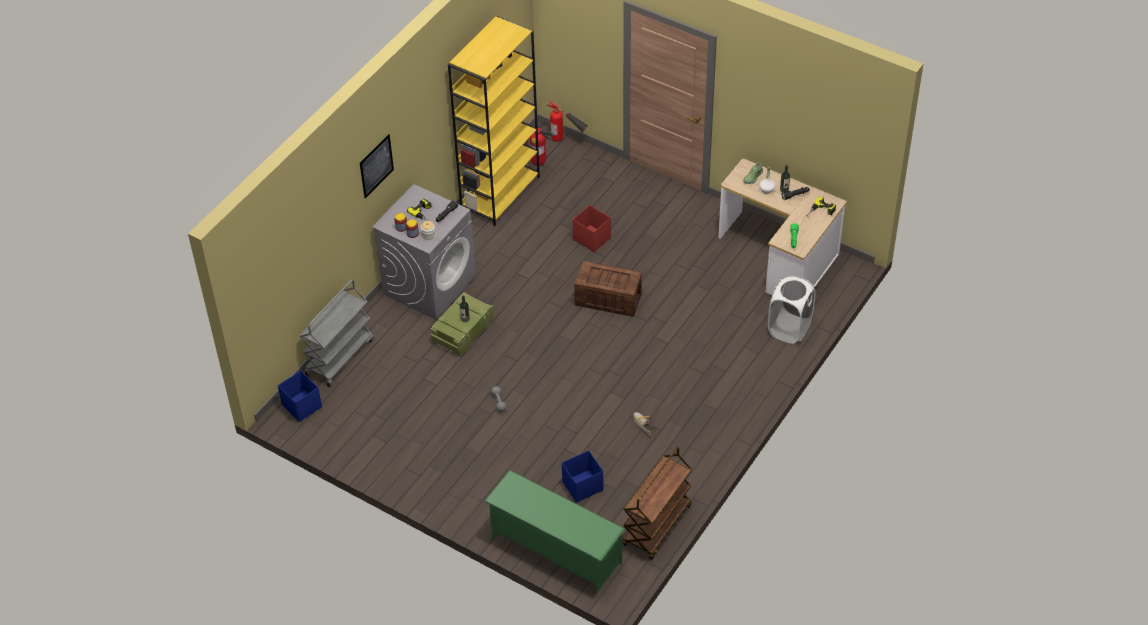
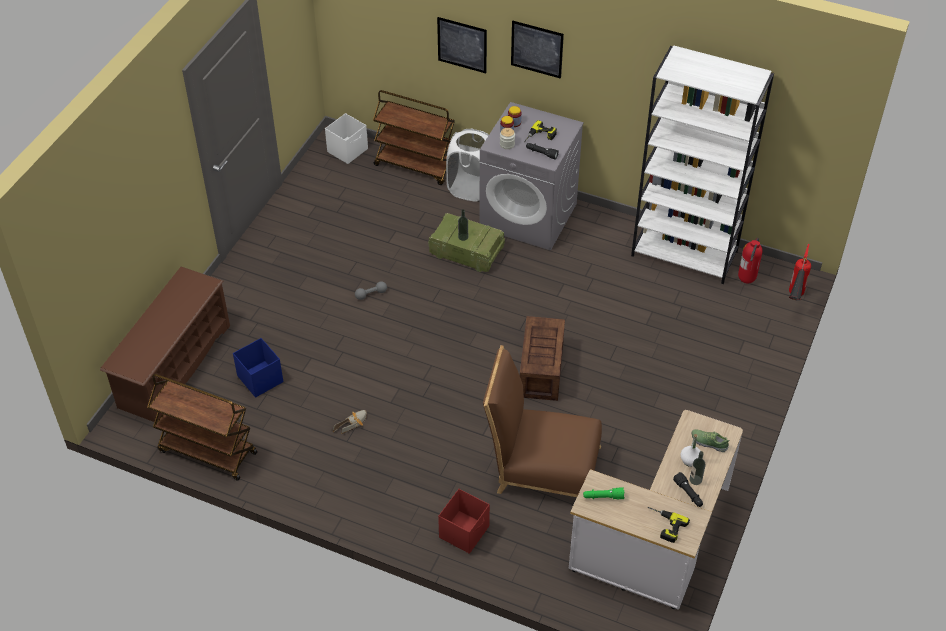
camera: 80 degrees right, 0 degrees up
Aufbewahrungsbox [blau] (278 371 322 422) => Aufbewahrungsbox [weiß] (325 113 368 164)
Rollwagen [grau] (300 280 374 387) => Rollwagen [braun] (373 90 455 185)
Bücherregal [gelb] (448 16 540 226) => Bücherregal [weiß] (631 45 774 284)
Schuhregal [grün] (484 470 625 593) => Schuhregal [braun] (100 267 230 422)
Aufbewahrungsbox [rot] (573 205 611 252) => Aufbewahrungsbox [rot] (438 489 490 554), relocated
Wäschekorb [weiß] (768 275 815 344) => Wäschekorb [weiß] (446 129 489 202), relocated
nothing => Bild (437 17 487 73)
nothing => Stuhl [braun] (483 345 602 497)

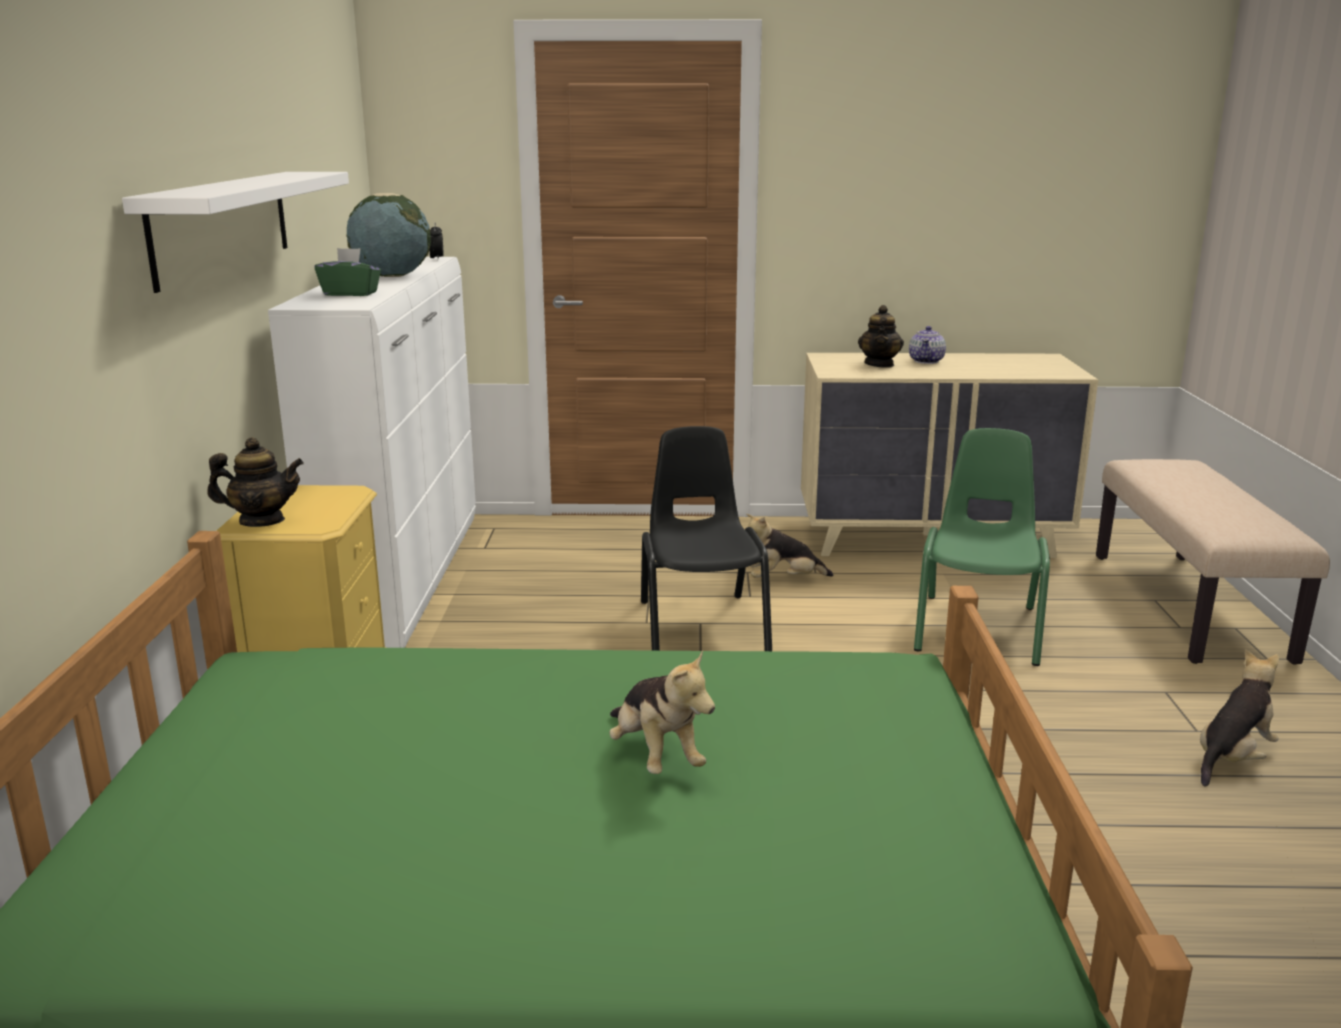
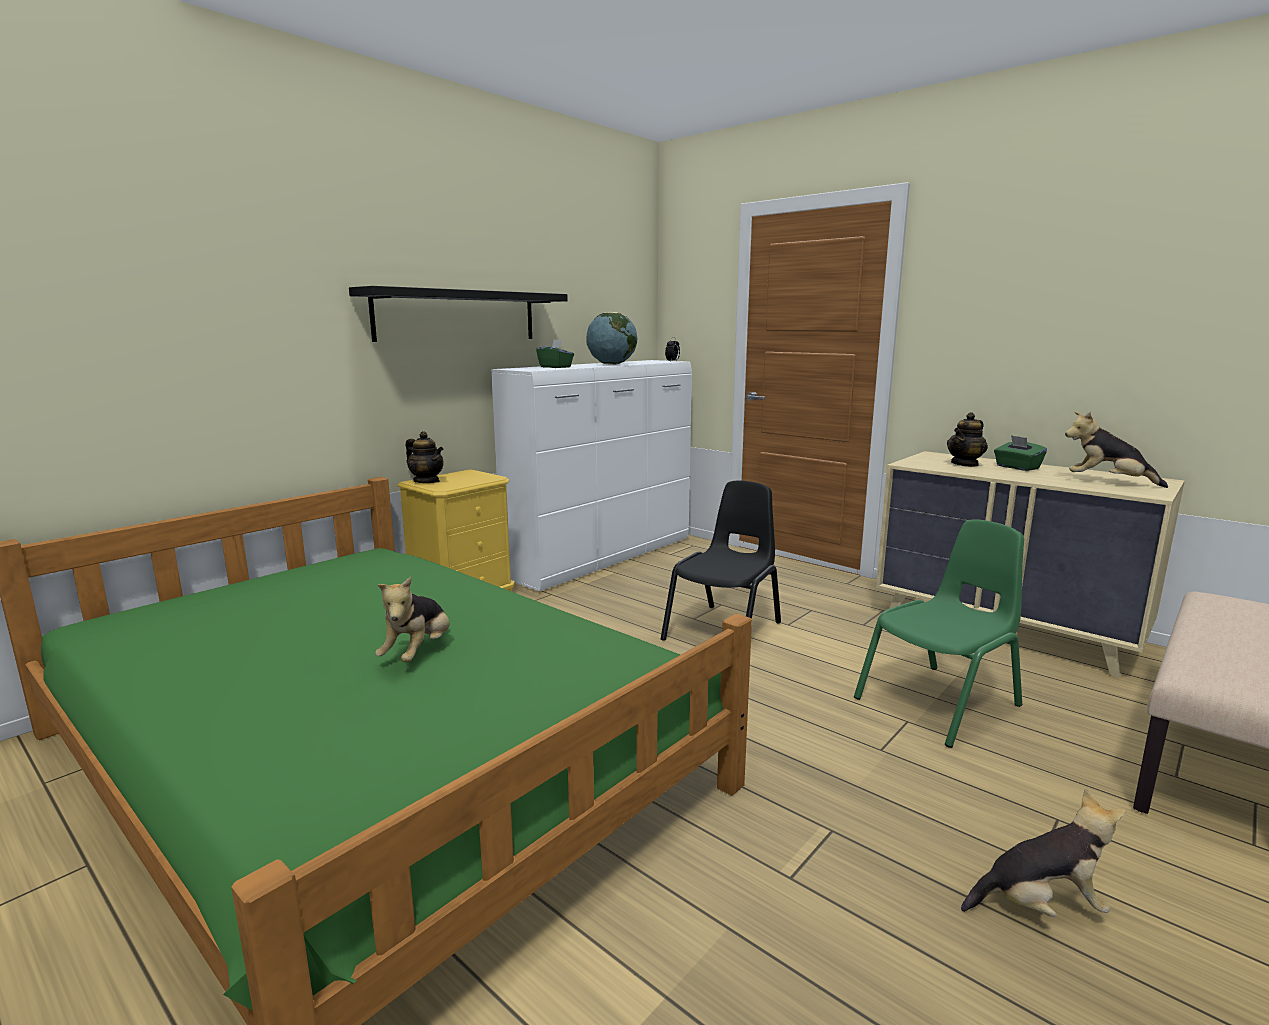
camera: 40 degrees right, 5 degrees down
Wandregal [weiß] (122 172 349 293) => Wandregal [schwarz] (349 286 568 342)
Plüschtier (746 514 833 578) => Plüschtier (1065 412 1168 488), relocated
Teekanne (909 326 946 364) => Taschentuchbox [grün] (994 435 1047 471)

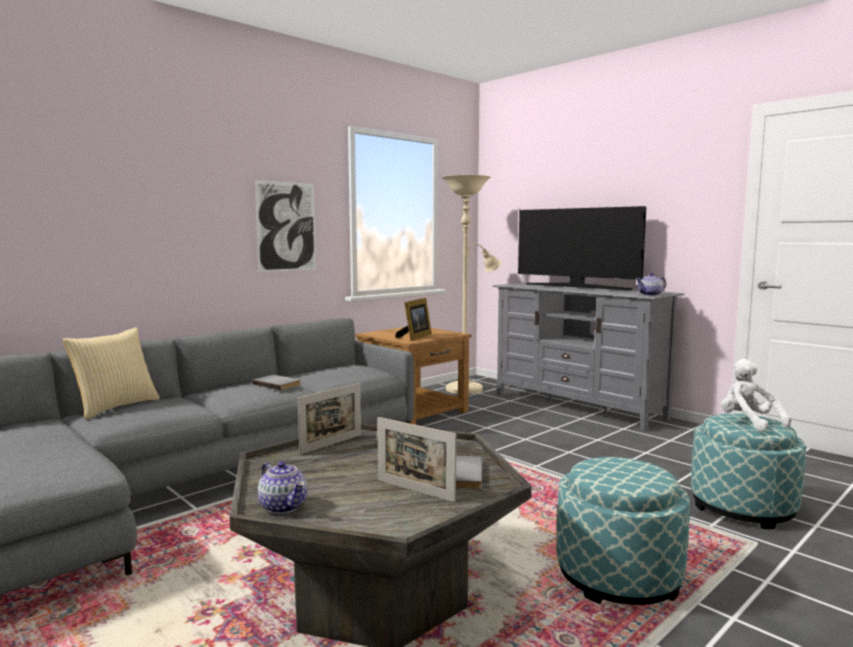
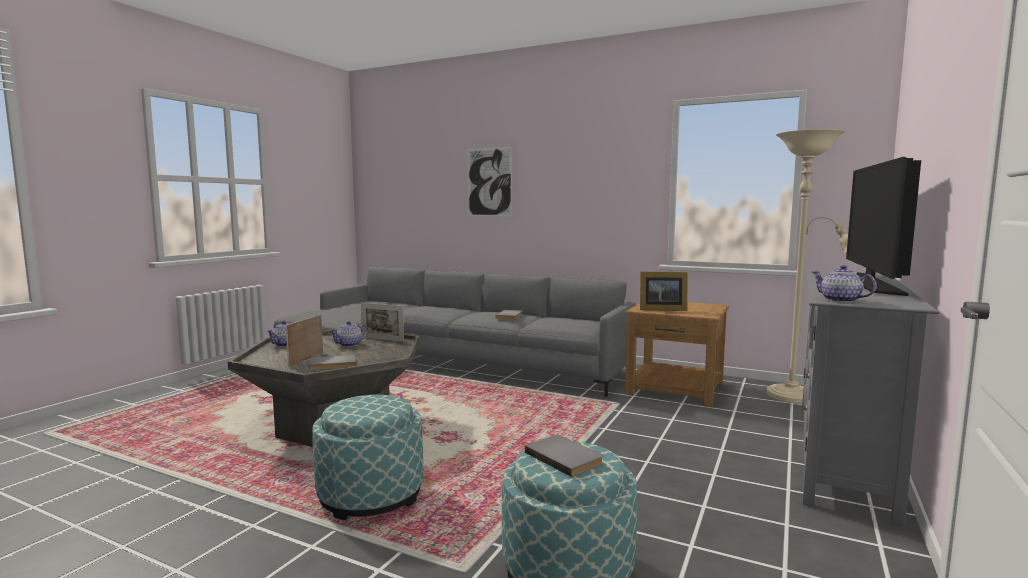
camera: 70 degrees right, 0 degrees up
Kissen (62 327 160 419) => nothing
Bild (255 180 316 272) => Bild (467 147 512 216), relocated
Plüschtier [weiß] (721 359 791 431) => Buch [grau] (525 435 604 477)
nothing => Teekanne (329 321 368 347)

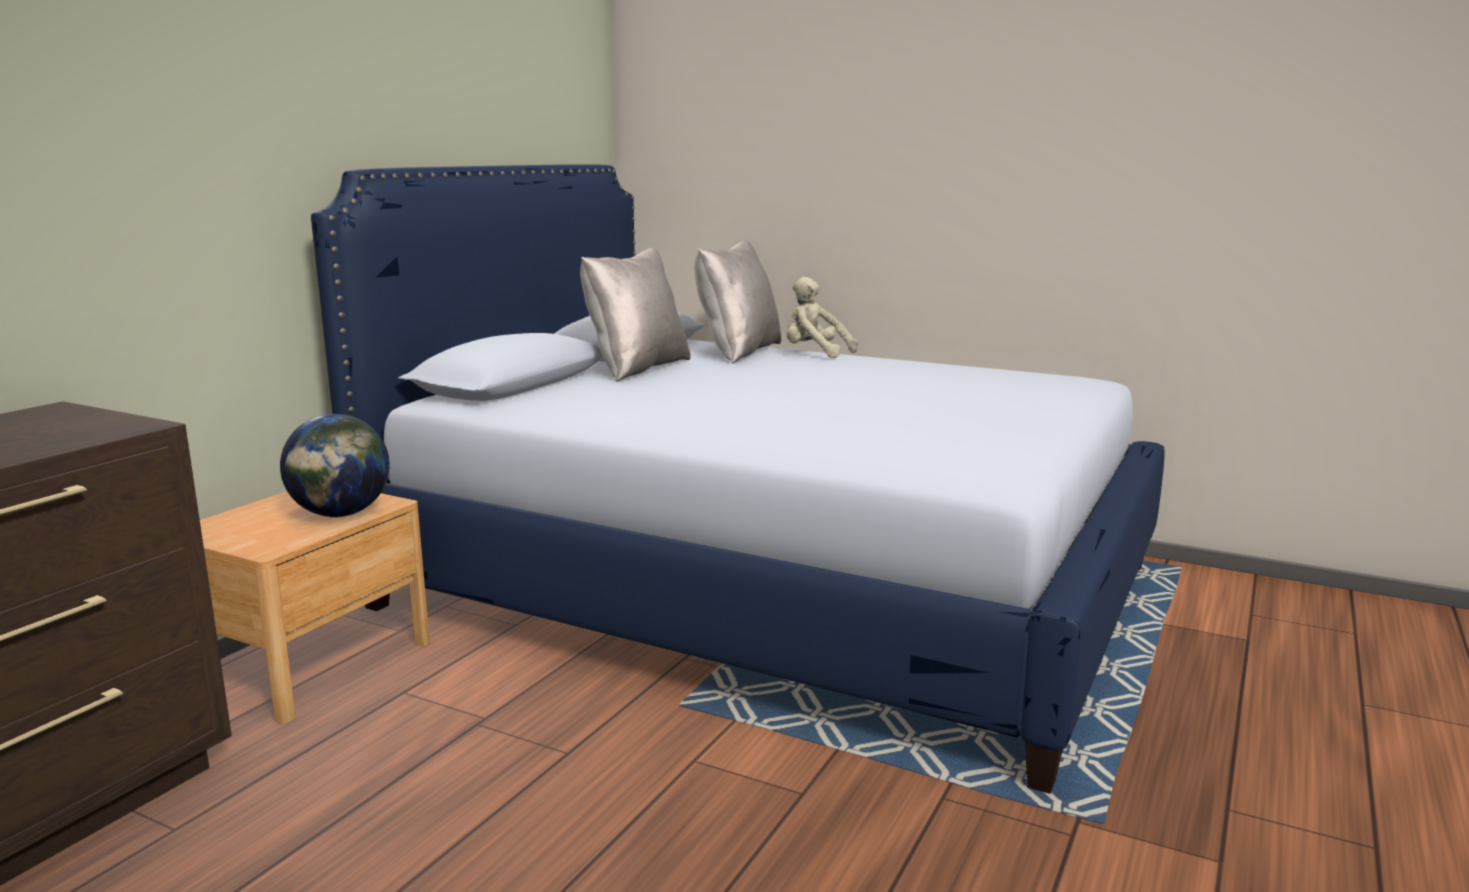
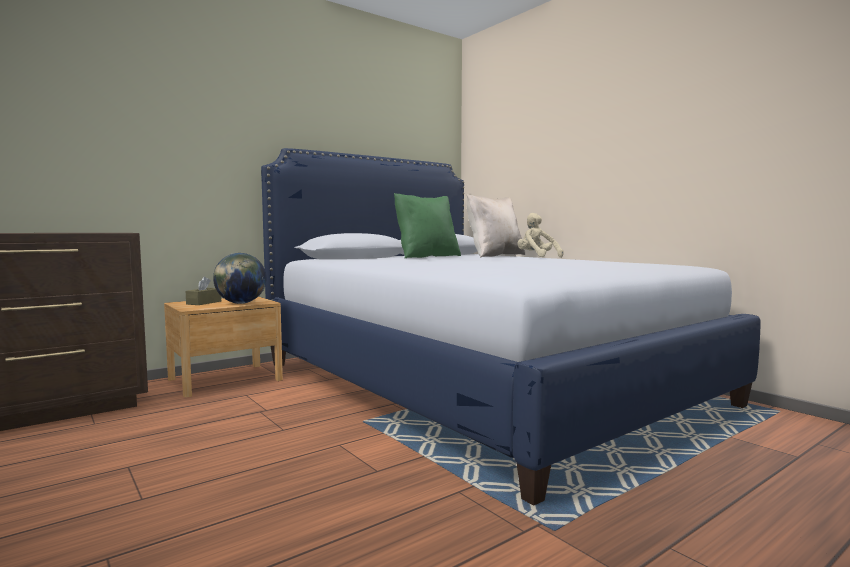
camera: 25 degrees right, 10 degrees down
Kissen [beige] (580 248 691 382) => Kissen [grün] (394 193 461 258)
nothing => Taschentuchbox [braun] (186 277 221 305)

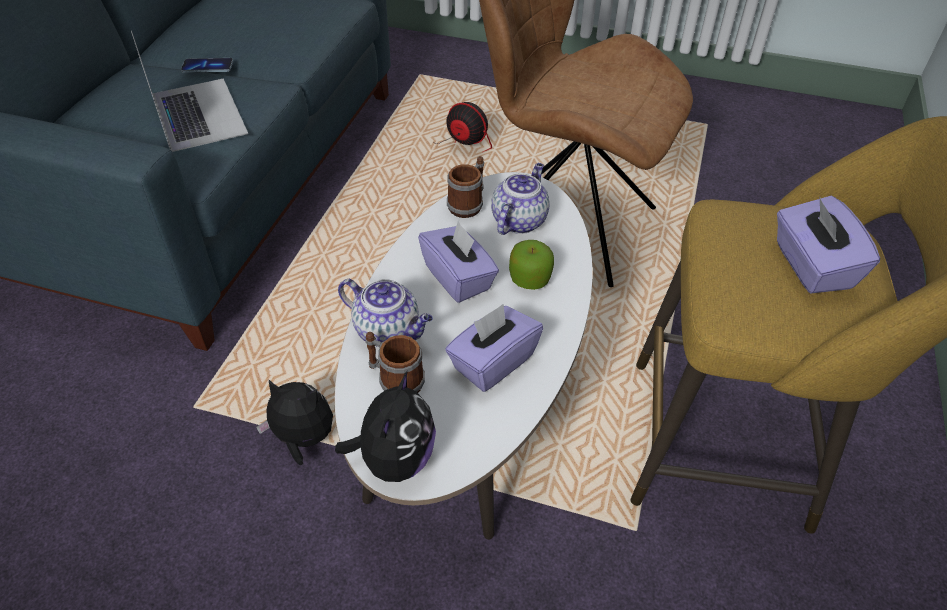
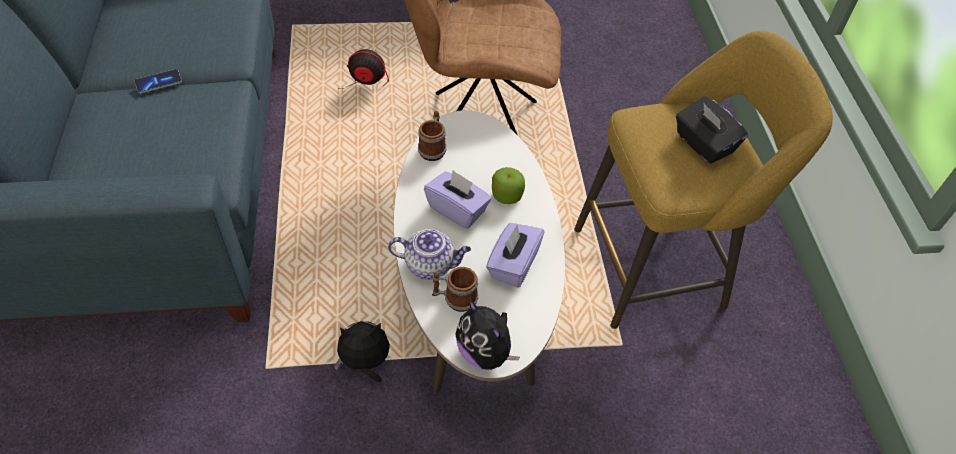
camera: 25 degrees left, 5 degrees up
Laptop (131 31 248 152) => nothing
Plüschtier (335 370 436 482) => Plüschtier (456 299 520 370), 150 degrees clockwise
Teekanne (491 163 550 235) => nothing
Taschentuchbox [lila] (777 196 880 293) => Taschentuchbox [schwarz] (676 96 748 164)

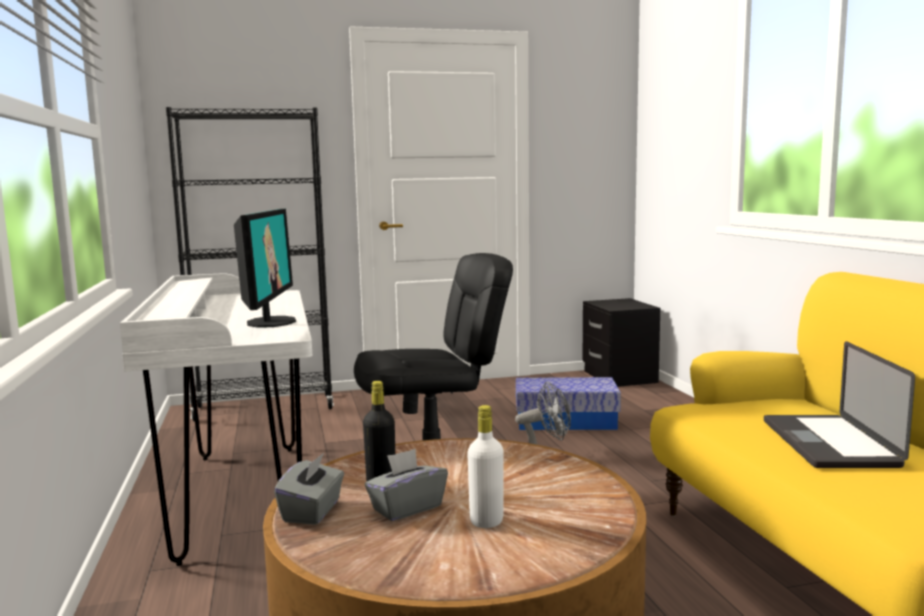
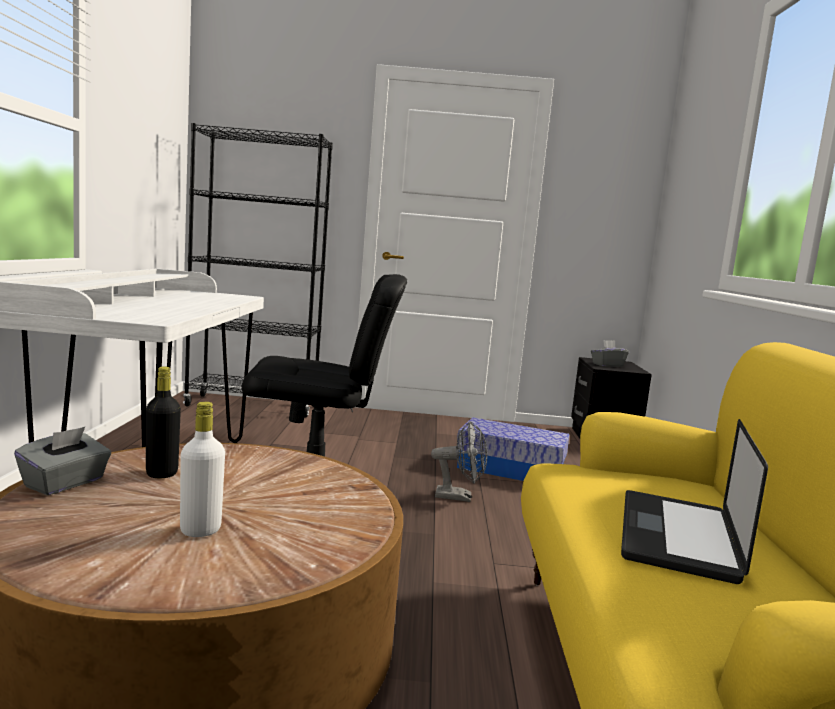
camera: 15 degrees right, 0 degrees up
Monitor (234 209 296 328) => nothing
Taschentuchbox [grau] (365 449 448 521) => Taschentuchbox [grau] (591 340 629 367), relocated

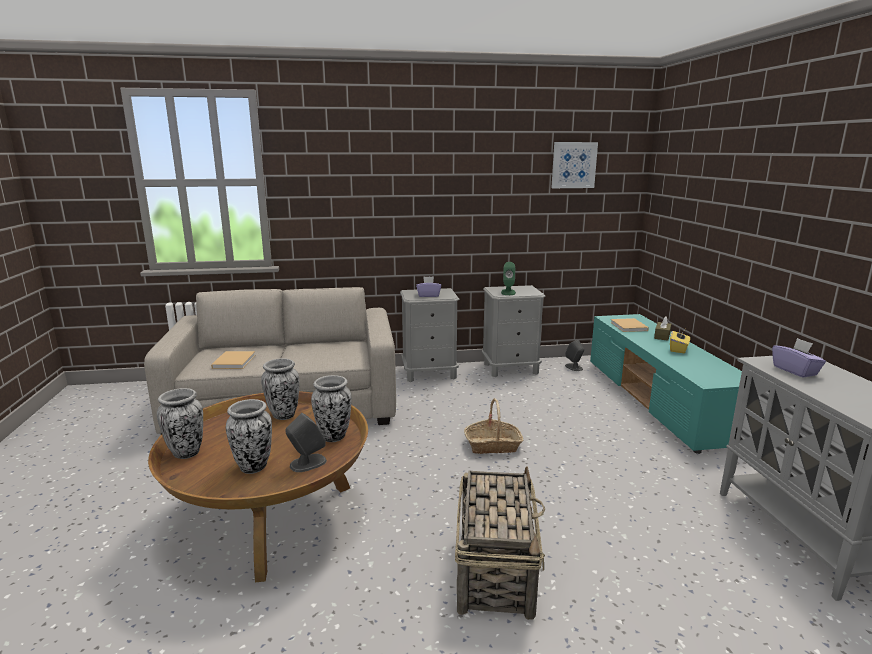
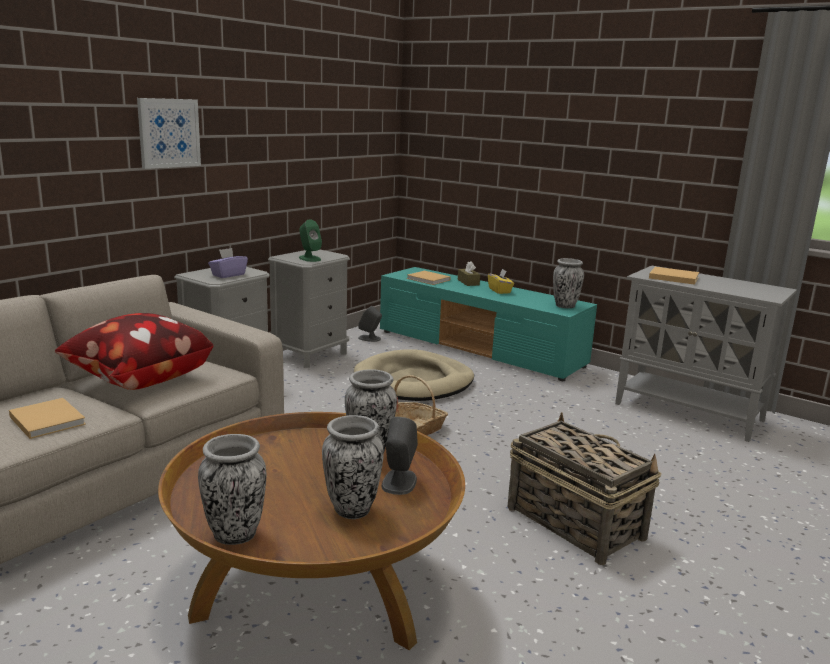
camera: 45 degrees left, 0 degrees up
Vase (261 358 299 420) => Vase (553 258 584 308), relocated
Bild (551 142 598 188) => Bild (137 98 201 169), relocated
Taschentuchbox [lila] (772 338 826 378) => Buch [beige] (649 267 699 285)
nothing => Kissen (55 313 214 390)
nothing => Hundebett [beige] (354 350 474 401)

